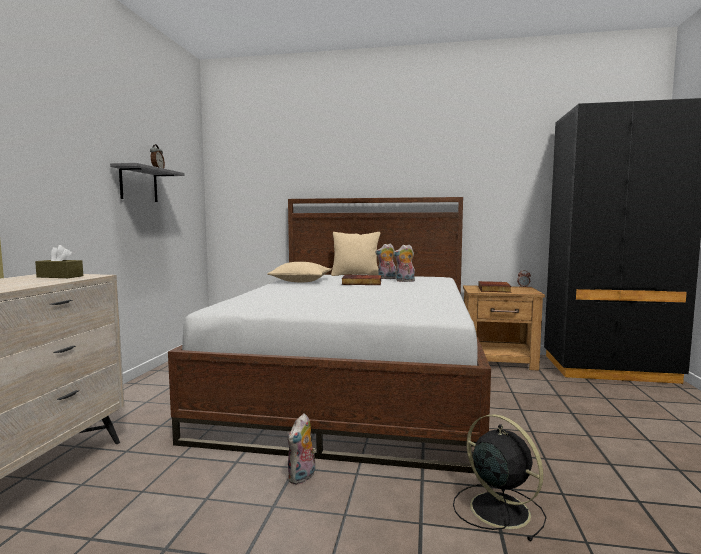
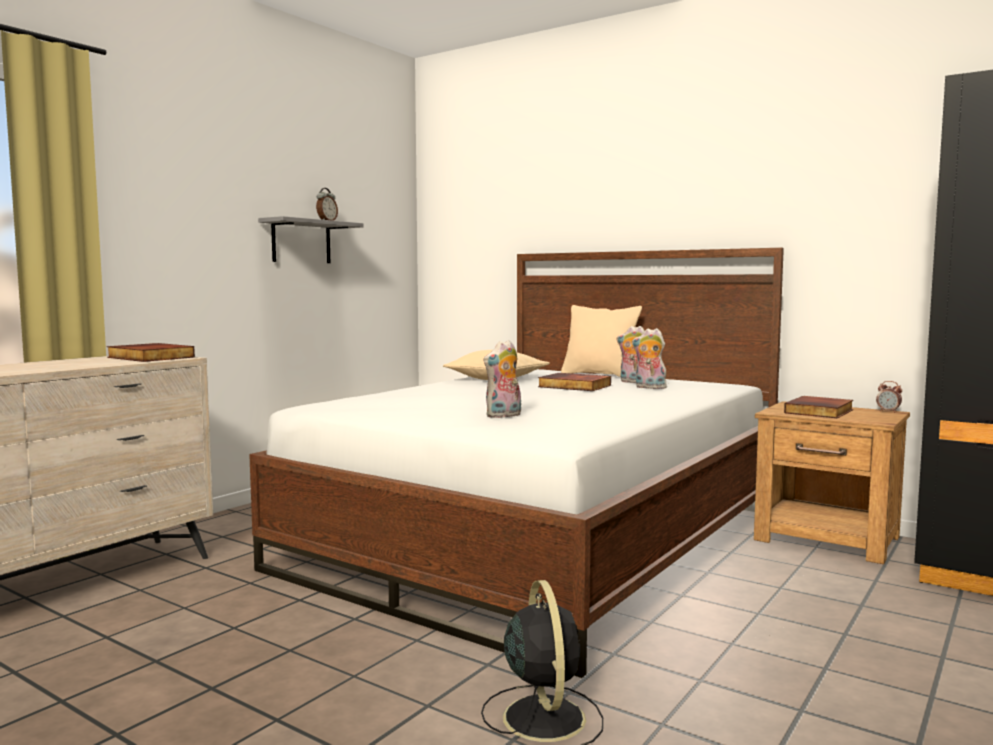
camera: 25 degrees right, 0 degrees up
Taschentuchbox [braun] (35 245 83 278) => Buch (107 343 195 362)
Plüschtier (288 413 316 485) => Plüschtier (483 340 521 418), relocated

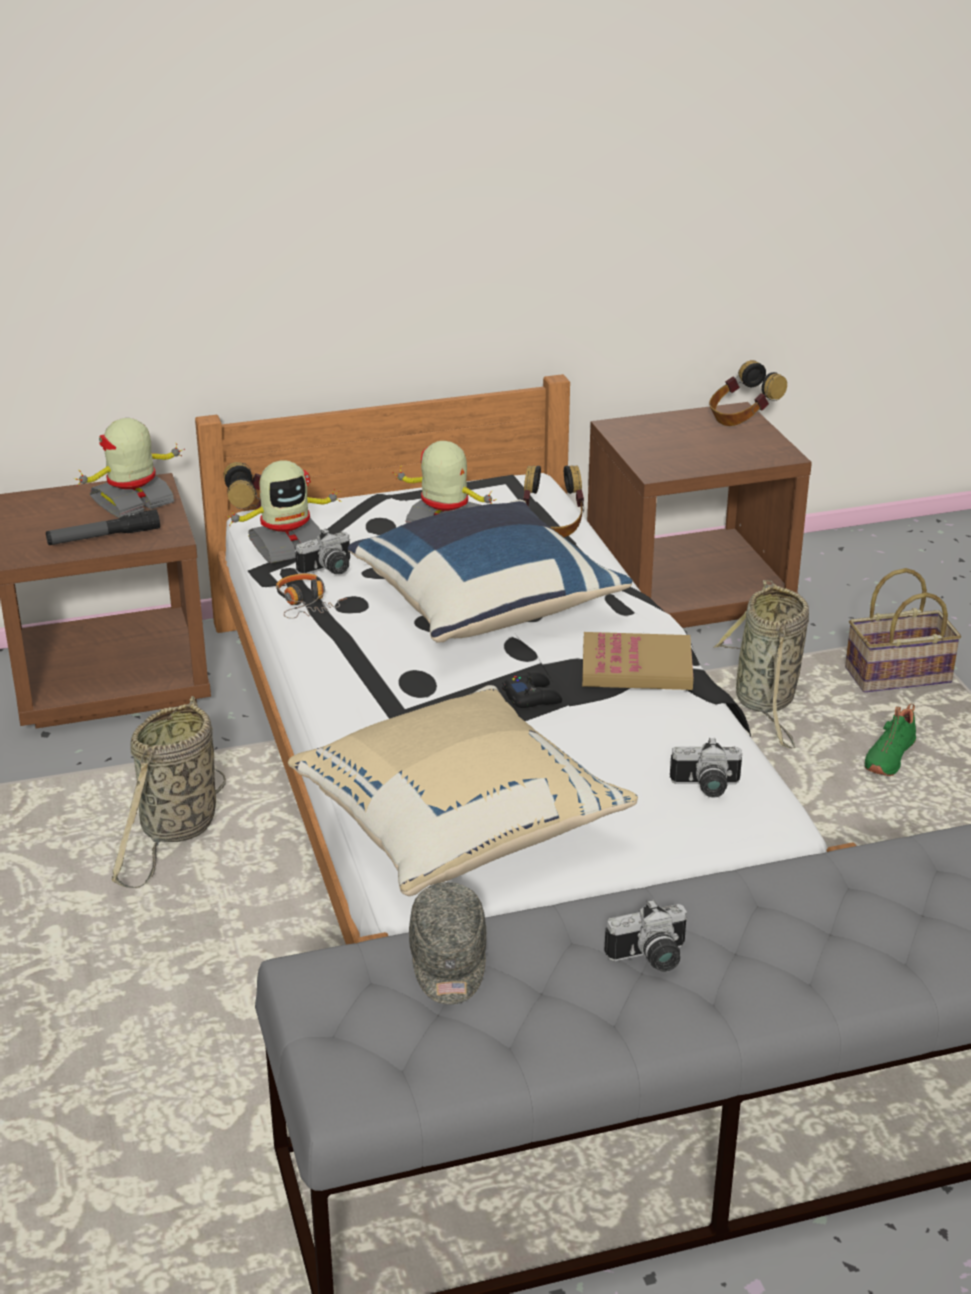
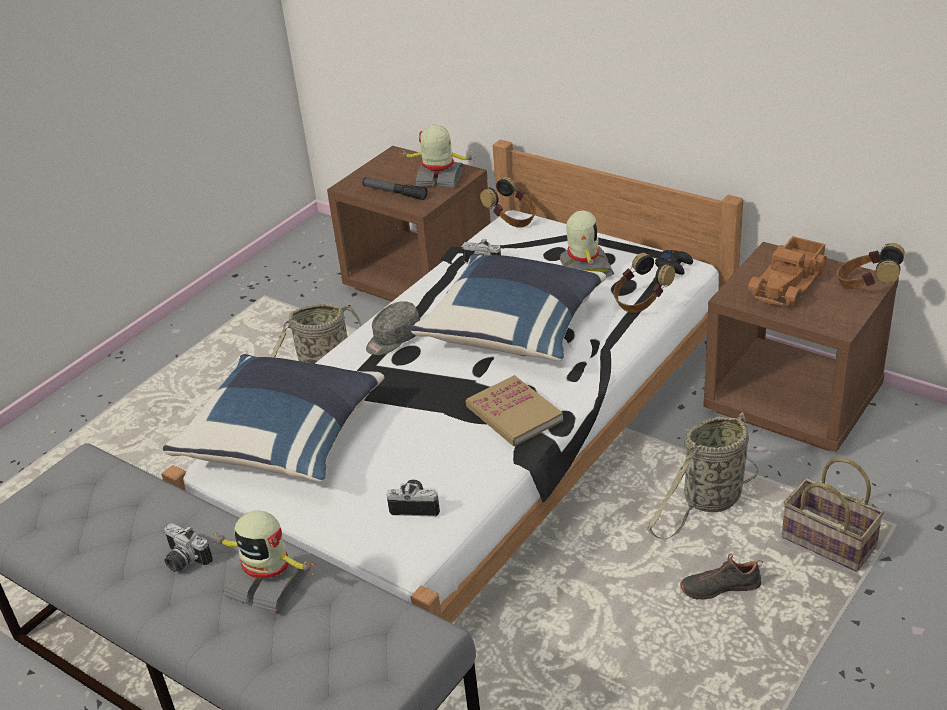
camera: 55 degrees right, 5 degrees up
Spielzeugroboter (225 460 341 563) => Spielzeugroboter (213 510 315 613), relocated
Kopfhörer (276 574 347 619) => nothing
Kissen [beige] (288 685 638 896) => Kissen [blau] (163 354 384 482)
Kappe [grau] (409 882 486 1004) => Kappe [grau] (366 301 420 355), relocated
Gamepad [schwarz] (502 671 562 708) => Gamepad [schwarz] (655 250 693 275), relocated
Kamera (670 738 742 797) => Kamera (387 480 440 517), 135 degrees clockwise
Schuh [grün] (865 704 916 776) => Schuh [schwarz] (680 553 763 600)
nothing => Spielzeuglaster (748 236 828 307)

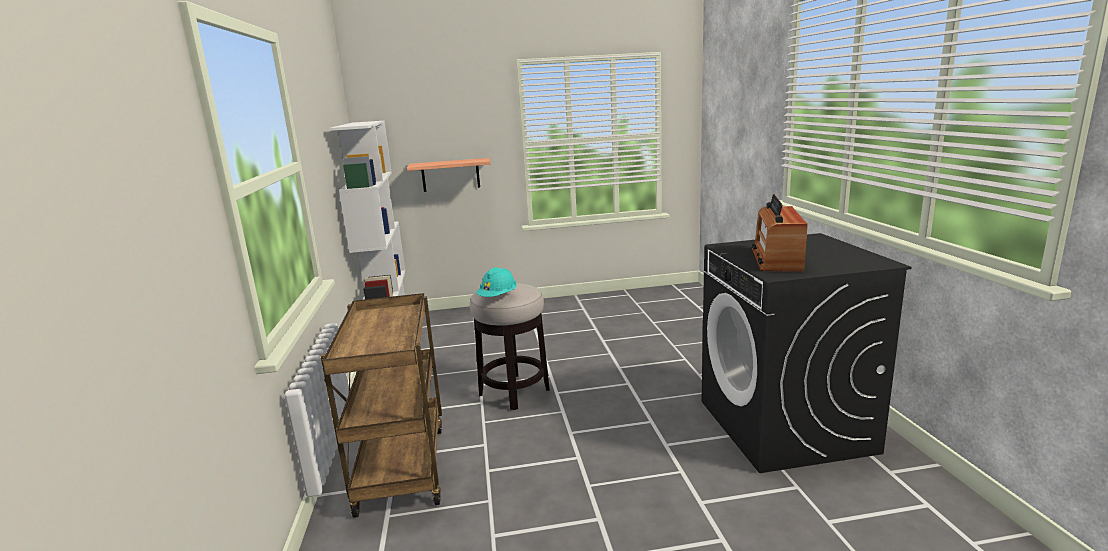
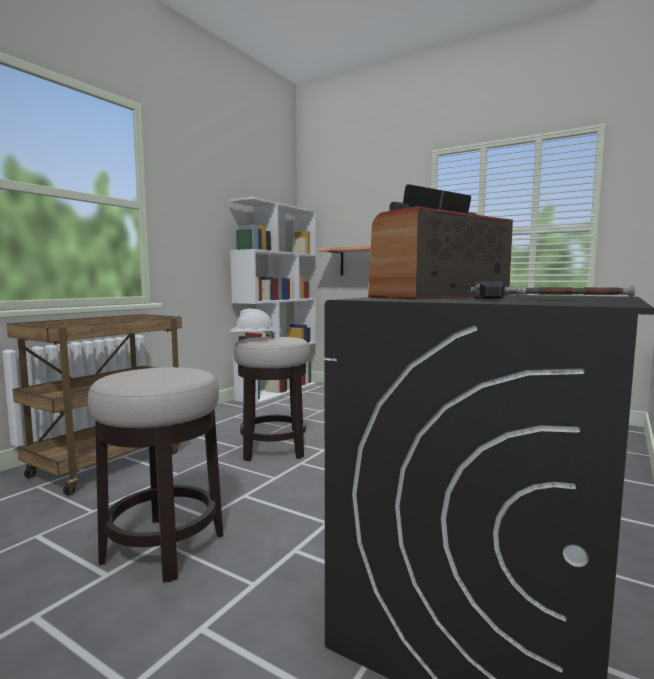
camera: 40 degrees right, 10 degrees down
Schutzhelm [türkis] (476 267 517 297) => Schutzhelm [weiß] (229 309 276 339)
nothing => Hocker (88 367 223 583)
nothing => Hammer (471 282 635 299)

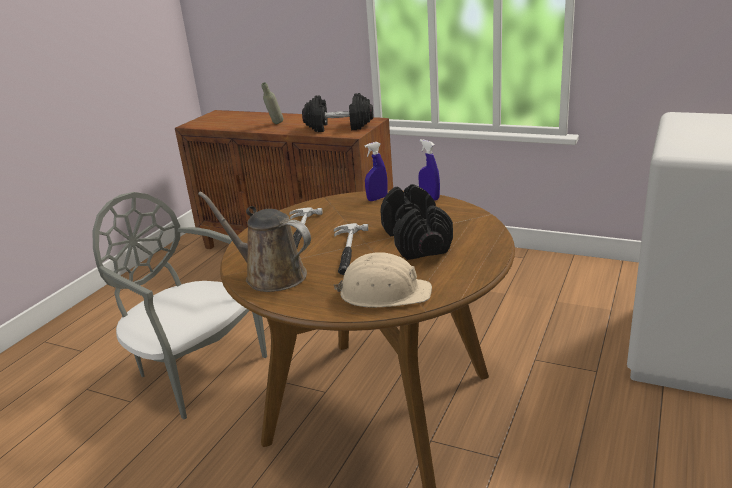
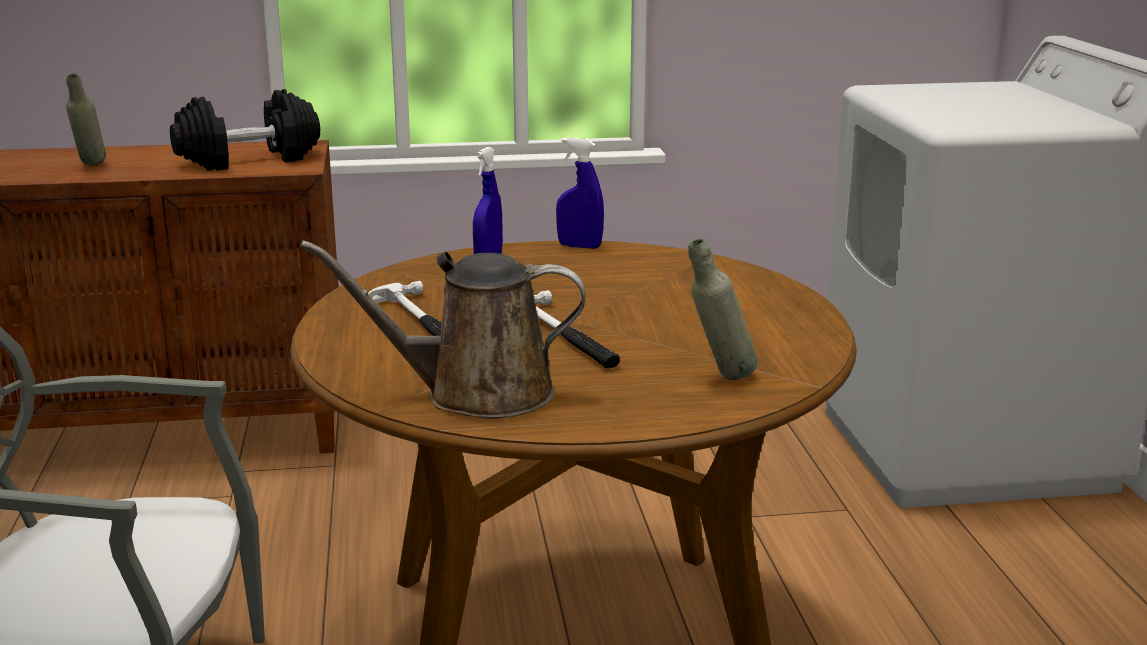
camera: 35 degrees left, 5 degrees down
Schutzhelm [beige] (333 252 432 308) => Flasche [grau] (688 239 757 380)
Hantel [schwarz] (380 184 453 260) => nothing

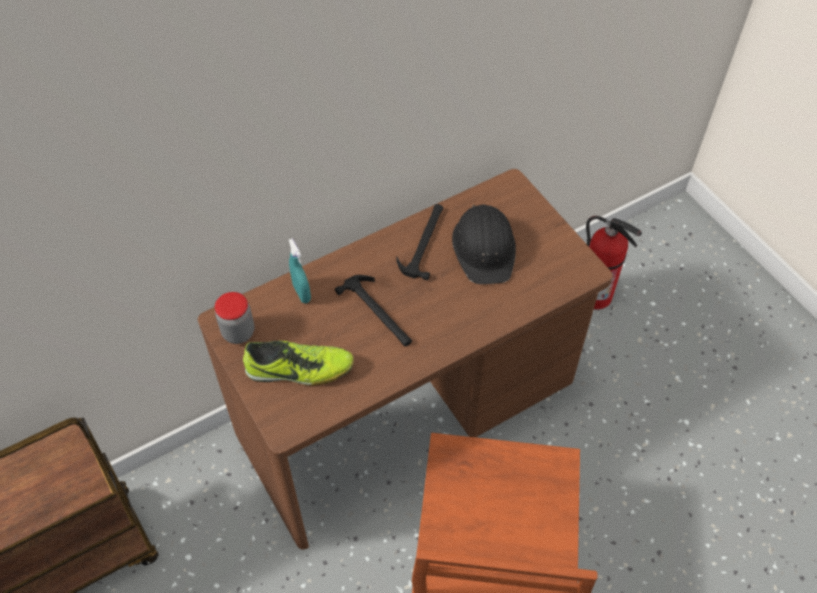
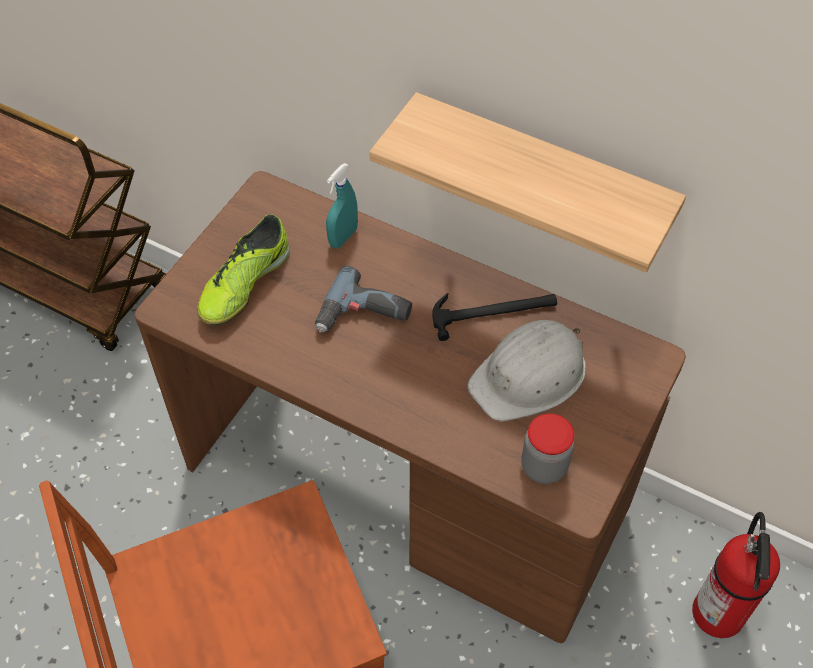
camera: 60 degrees right, 0 degrees up
Vorratsglas (215 292 254 344) => Vorratsglas (521 413 575 484), relocated
Schuh (243 341 354 386) => Schuh (197 214 290 326), 60 degrees clockwise
Hammer (335 275 412 346) => Bohrmaschine (315 265 412 332)
Schutzhelm [schwarz] (452 204 516 284) => Schutzhelm [weiß] (468 320 586 422)
nothing => Wandregal (369 92 686 272)

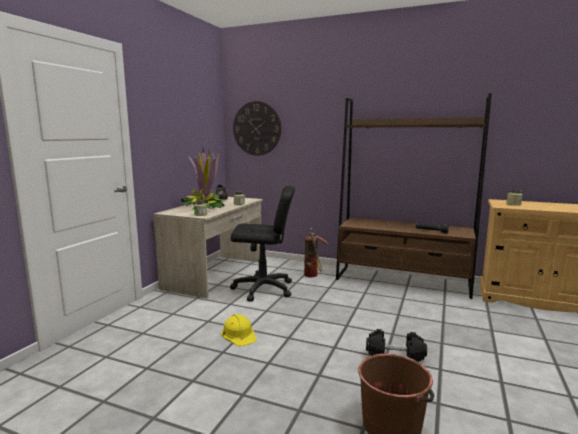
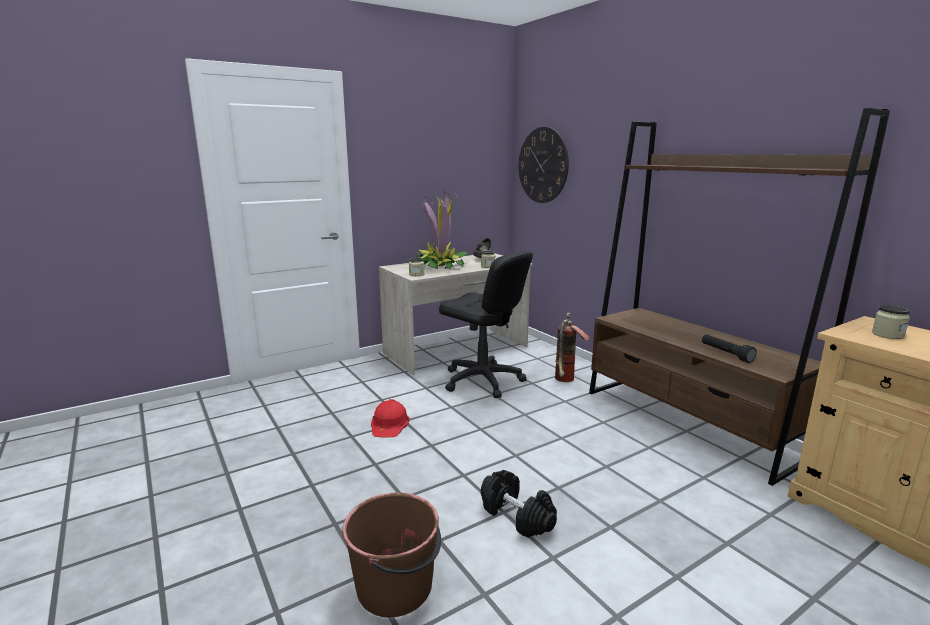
camera: 35 degrees right, 5 degrees up
Schutzhelm [gelb] (221 314 257 346) => Schutzhelm [rot] (371 399 410 438)

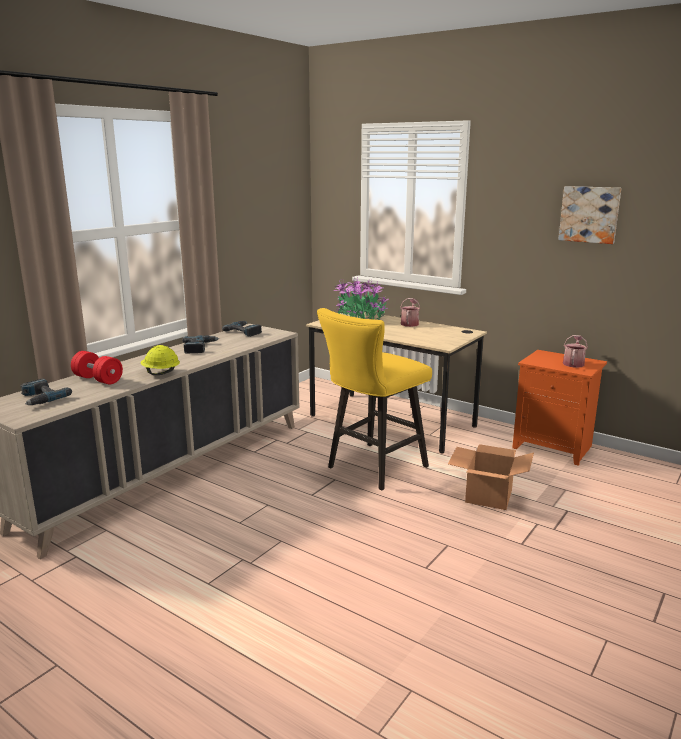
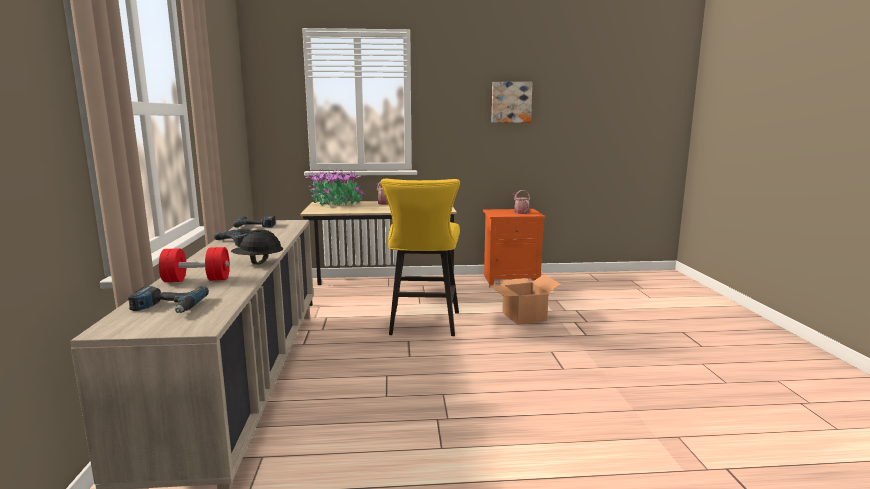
camera: 40 degrees left, 5 degrees down
Schutzhelm [gelb] (141 345 180 375) => Schutzhelm [schwarz] (231 229 283 264)

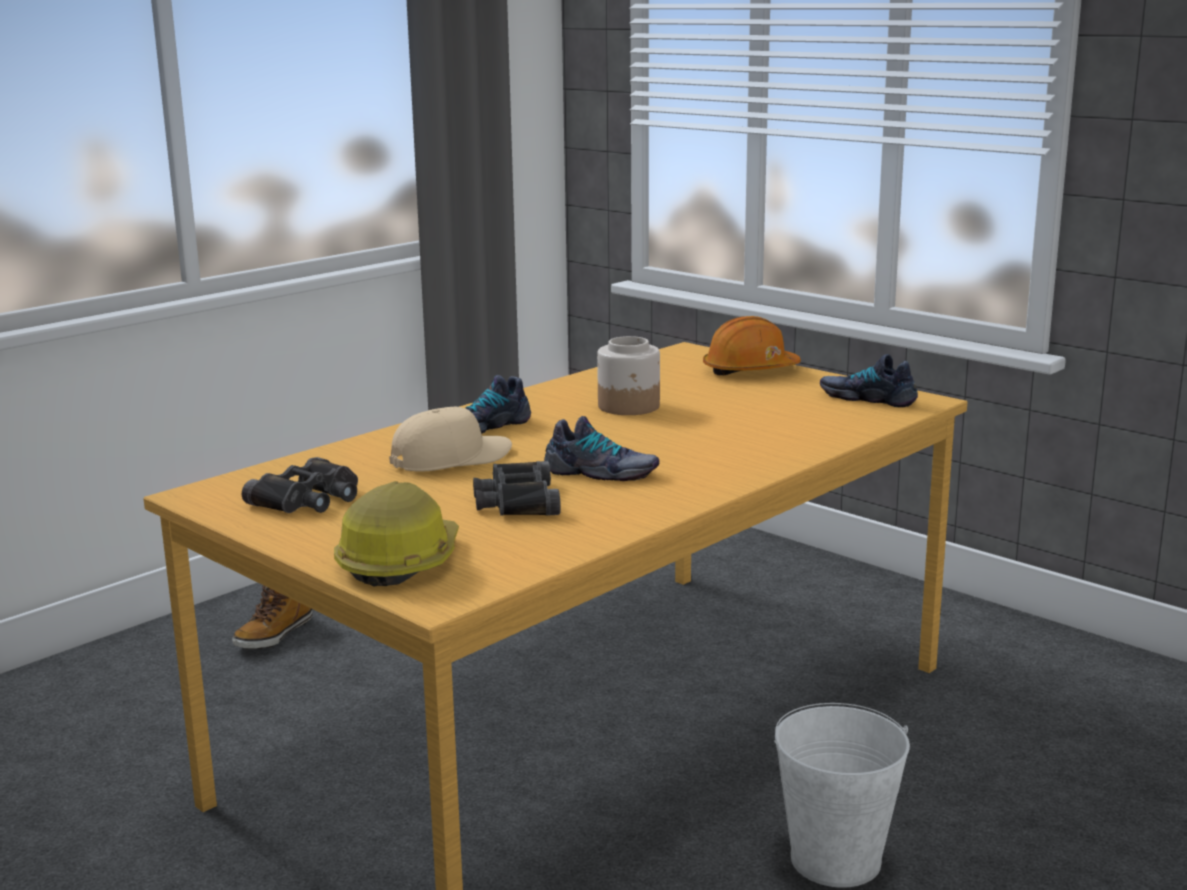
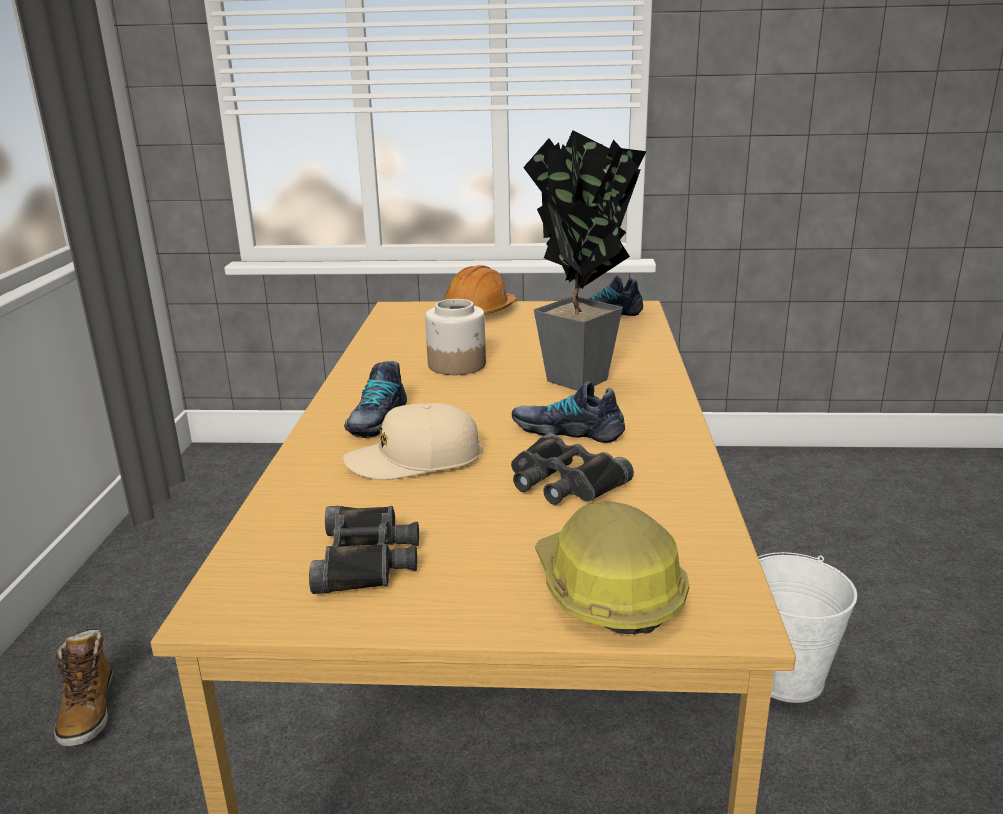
camera: 40 degrees left, 5 degrees up
Kappe [beige] (389 407 512 472) => Kappe [beige] (343 403 482 480), 120 degrees counterclockwise
Schuh (544 416 659 481) => Schuh (512 381 625 443), 135 degrees counterclockwise
nothing => Topfpflanze (523 130 647 391)

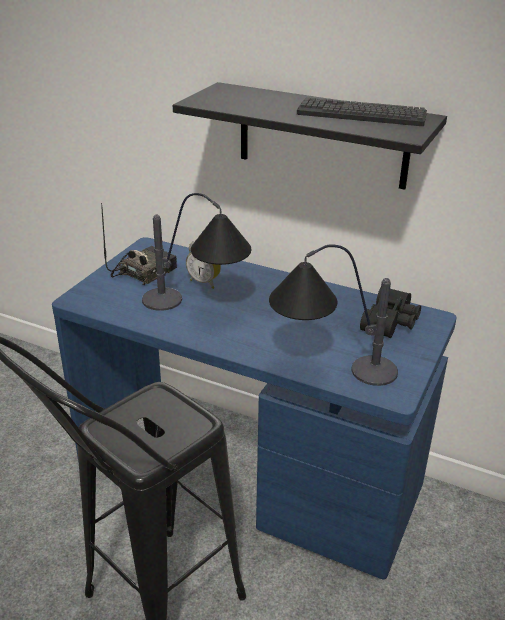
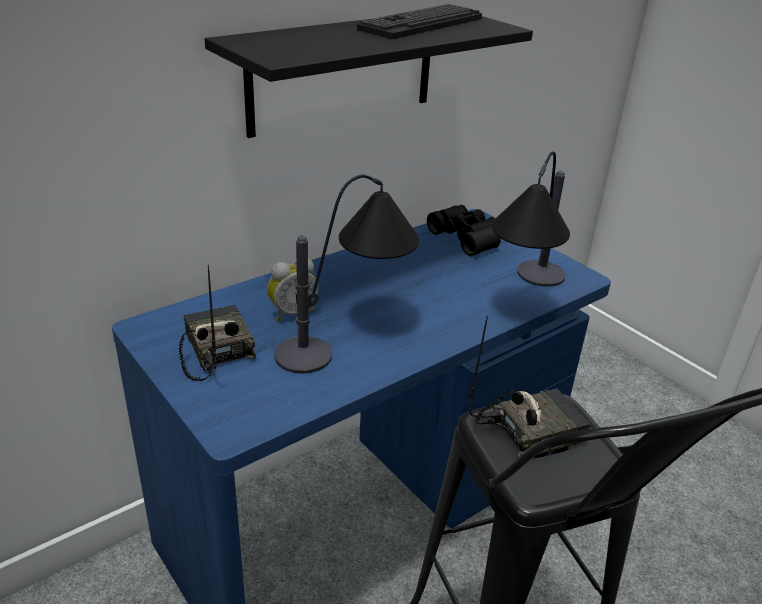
camera: 65 degrees left, 0 degrees up
nothing => Radio (469 316 591 457)

